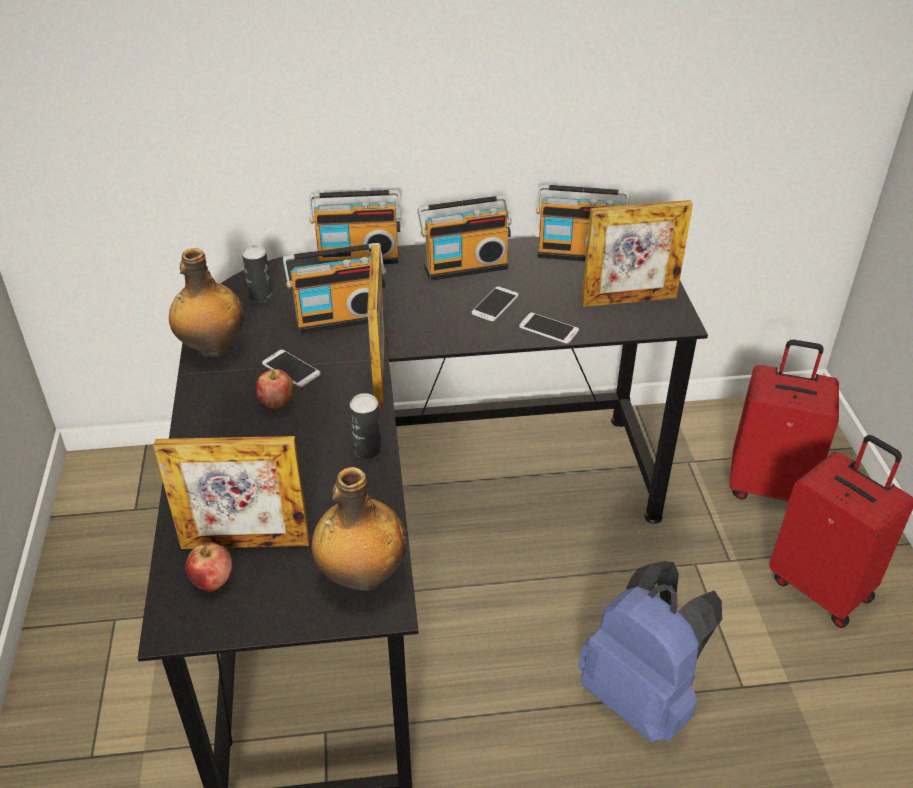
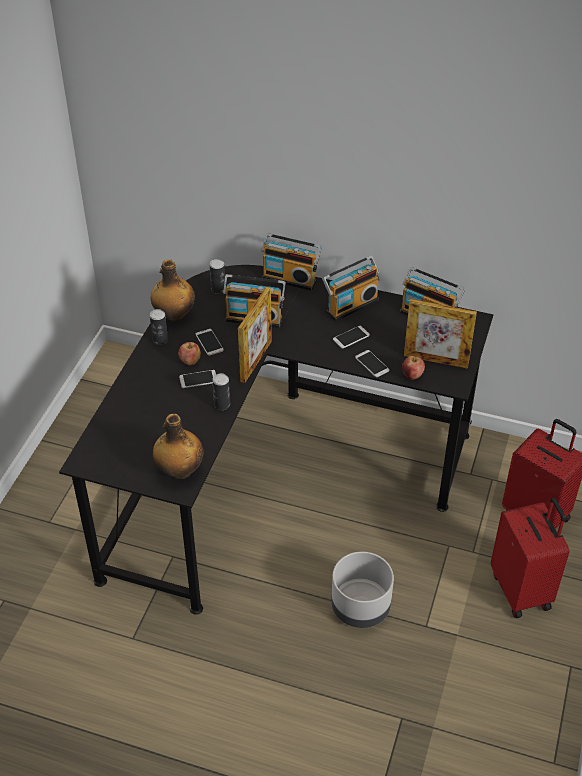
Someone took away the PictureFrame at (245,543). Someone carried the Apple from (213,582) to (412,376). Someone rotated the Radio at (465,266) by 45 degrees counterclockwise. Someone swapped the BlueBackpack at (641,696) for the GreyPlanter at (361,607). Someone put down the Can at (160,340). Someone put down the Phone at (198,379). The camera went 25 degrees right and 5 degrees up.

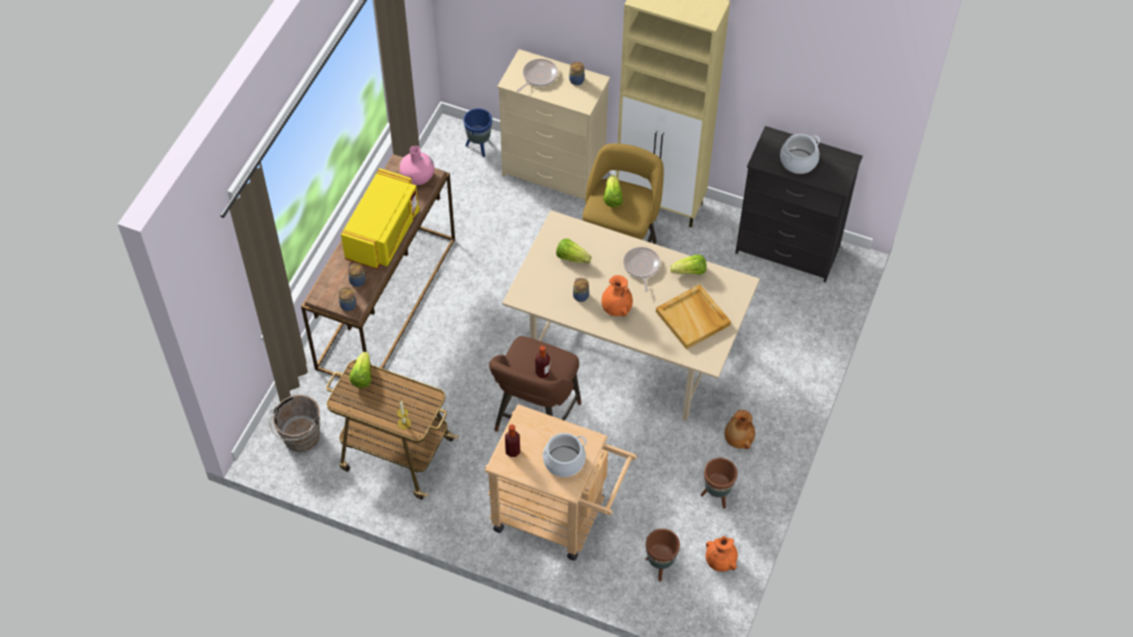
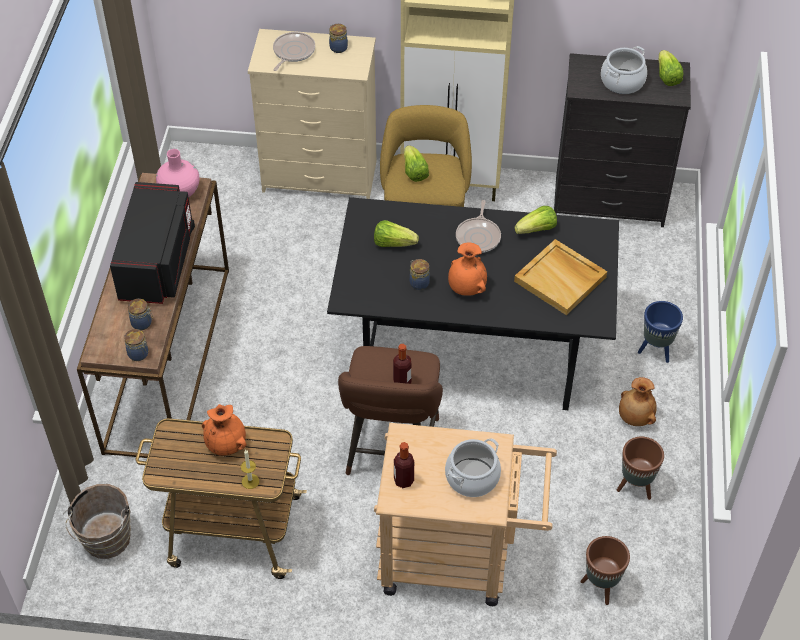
Someone repainted the YellowMicrowave at (383,234), which became the BlackMicrowave at (157,263). Someone carried the Lettuce from (362,376) to (667,76). Someone carried the BluePlanter from (479,147) to (655,350). Someone repainted the BeigeDiningTable at (629,350), which became the BlackDiningTable at (473,347). Someone rotated the FryingPan at (641,267) by 150 degrees counterclockwise. Someone carried the OrangeVase from (720,561) to (226,444). The camera went 15 degrees left and 5 degrees down.

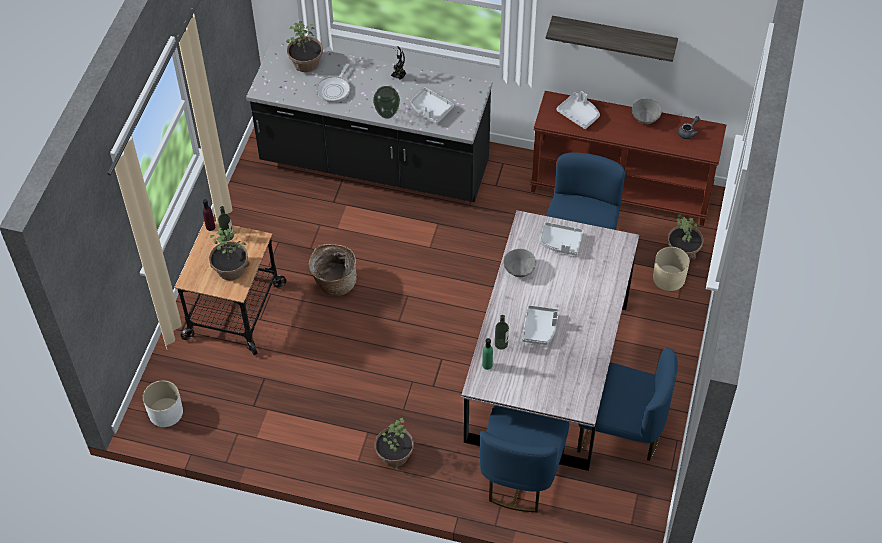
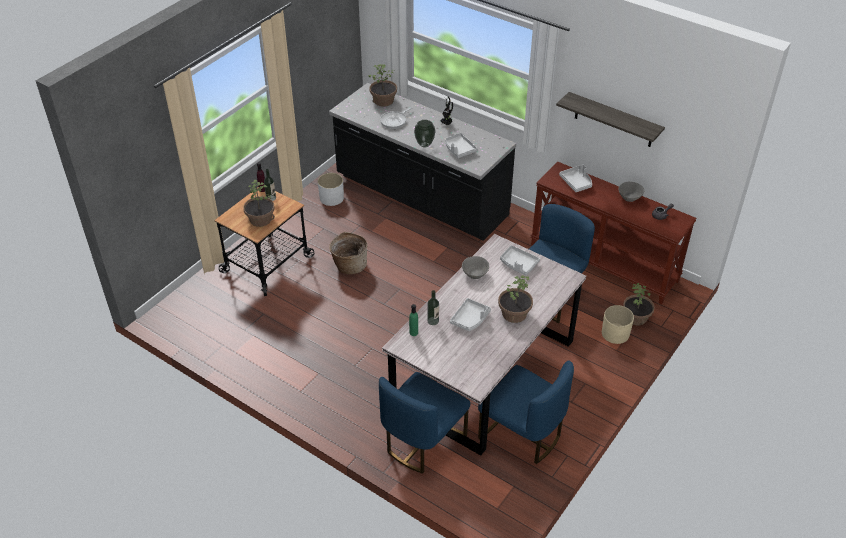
Someone carried the WhitePlanter from (166,412) to (332,198). Someone carried the PottedPlant from (394,454) to (514,313). The camera went 20 degrees right and 10 degrees down.

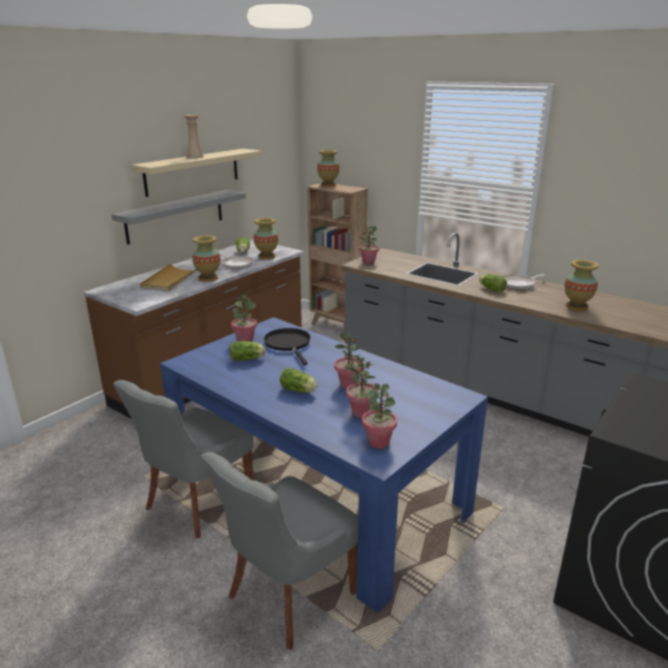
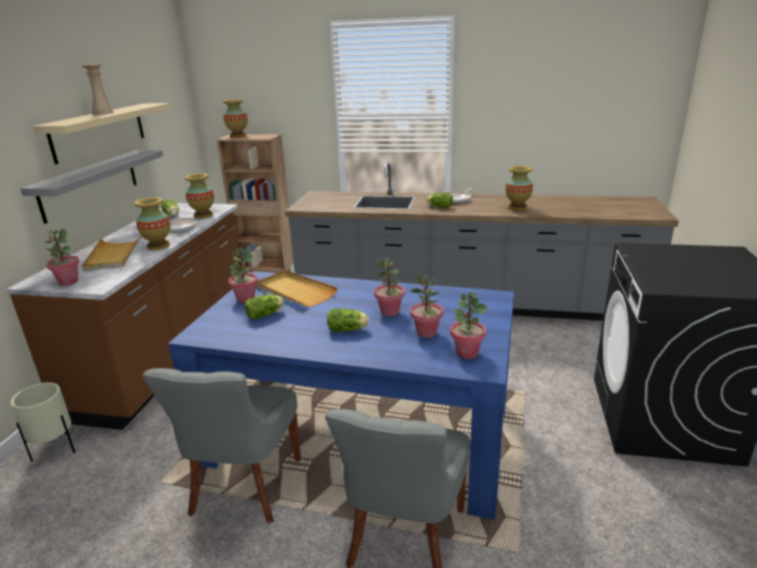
Someone swapped the BlackFryingPan at (288,344) for the BeigeTray at (295,291). Someone carried the PottedPlant from (368,262) to (68,282). Someone put down the BeigePlanter at (56,450). The camera went 25 degrees left and 0 degrees up.

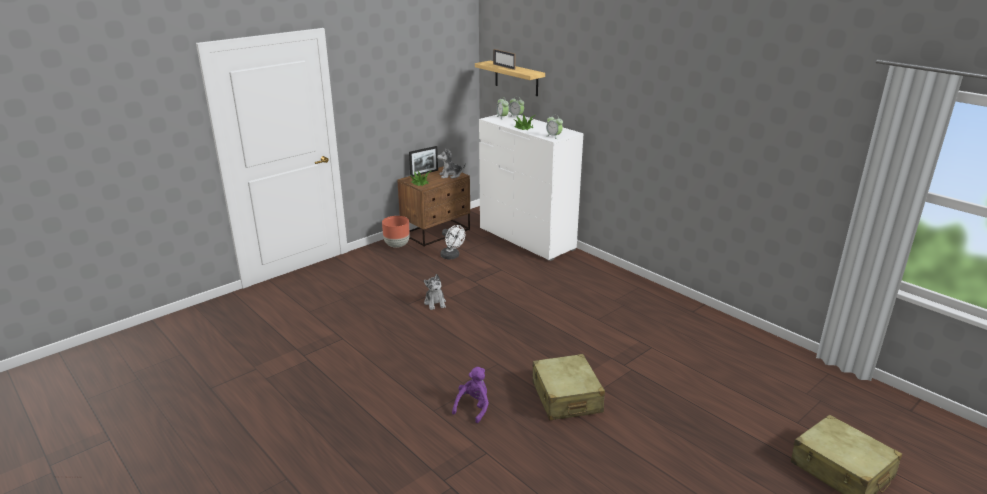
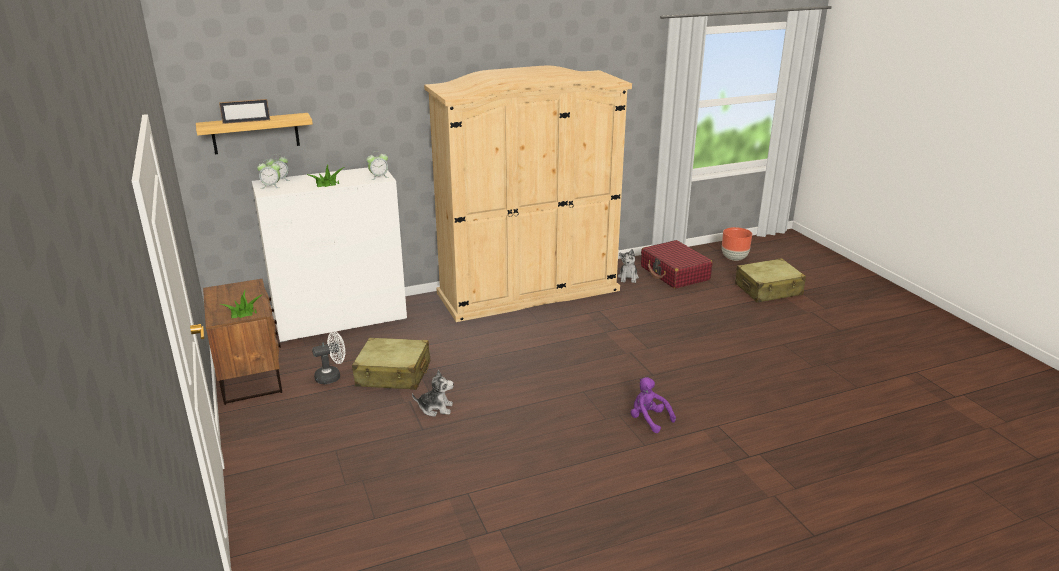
Someone carried the BrownPlanter from (397,245) to (734,258). Someone took away the PictureFrame at (424,173). Someone carried the PlushToy from (450,175) to (628,277). Someone carried the BeigeSuitcase from (566,397) to (393,374). Someone put down the BeigeWardrobe at (528,292). Someone put down the RedSuitcase at (674,273). The camera went 70 degrees left and 0 degrees up.

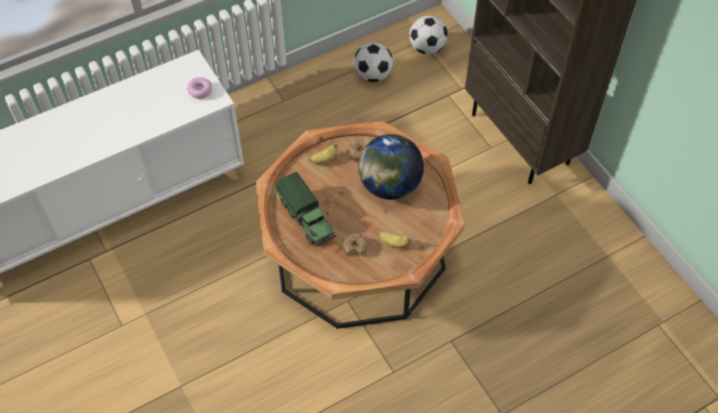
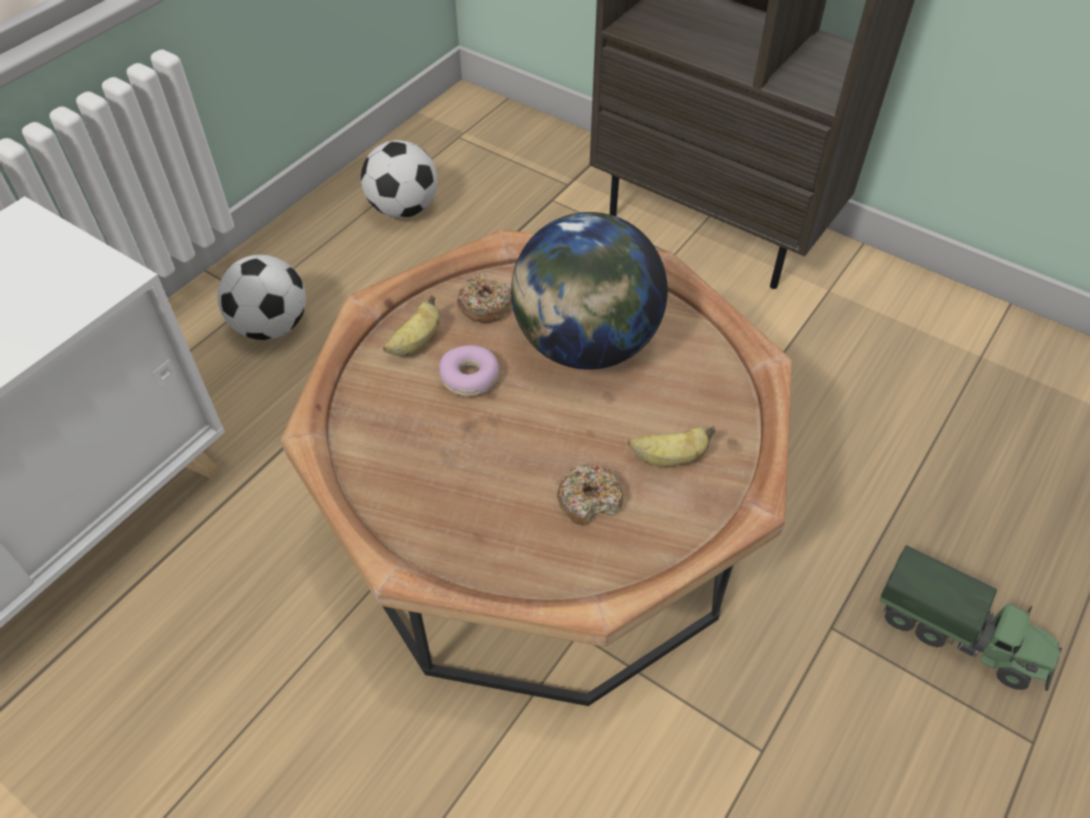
Someone carried the Donut from (200,91) to (470,378). Someone carried the ToyTruck from (307,219) to (959,635). Someone carried the Football from (427,48) to (271,326). The camera went 25 degrees left and 5 degrees down.

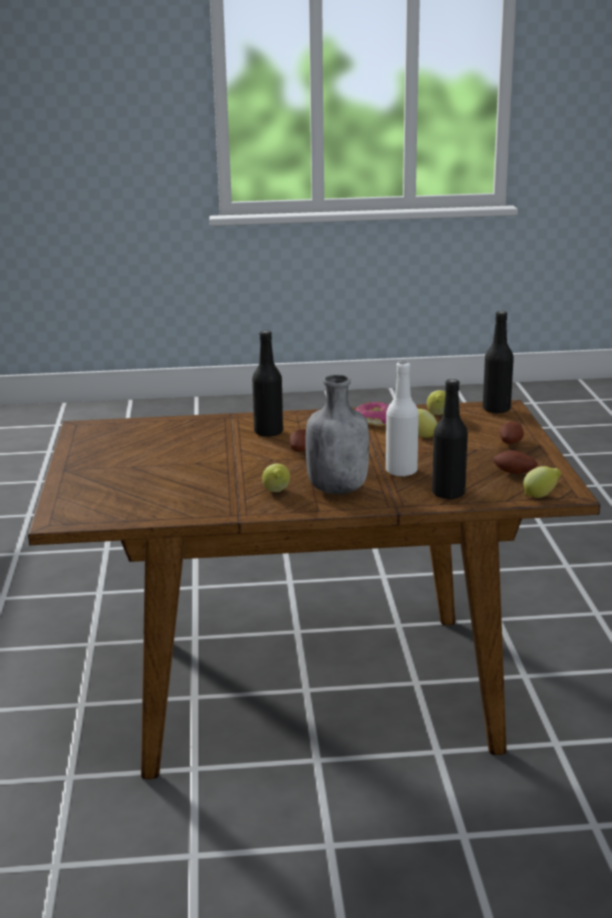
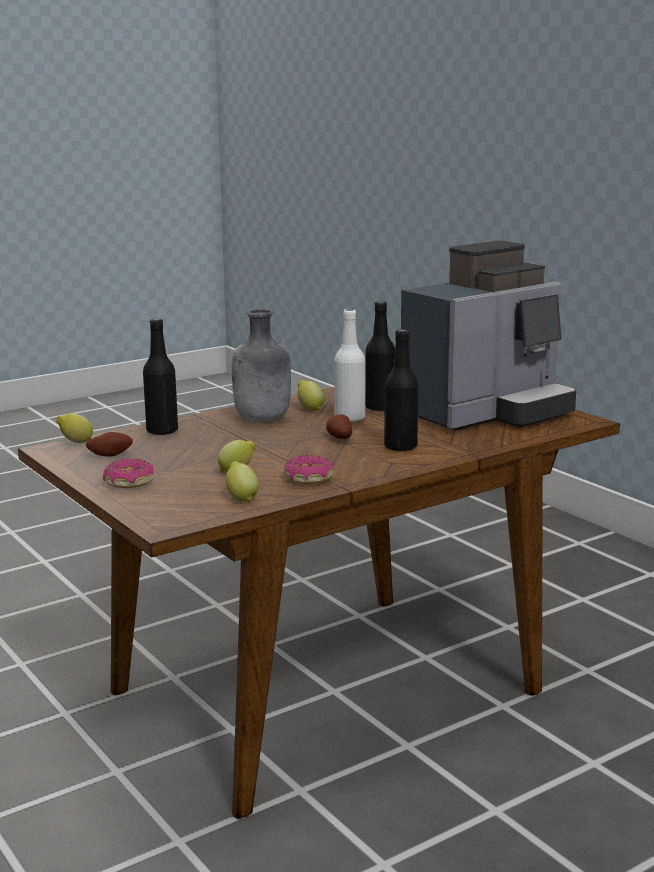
Someone carried the WhiteBottle from (401,471) to (349,418). Someone carried the BlackBottle from (496,409) to (380,407). Someone swapped the Potato at (512,443) for the Donut at (129,482). Someone put down the CoffeeMachine at (488,413). The camera went 150 degrees right and 5 degrees down.

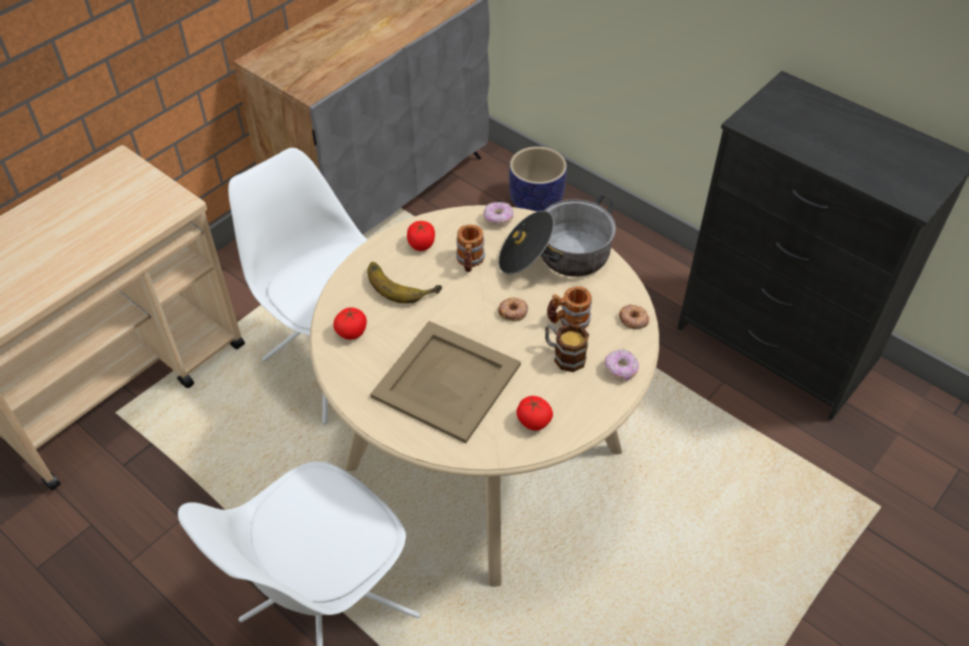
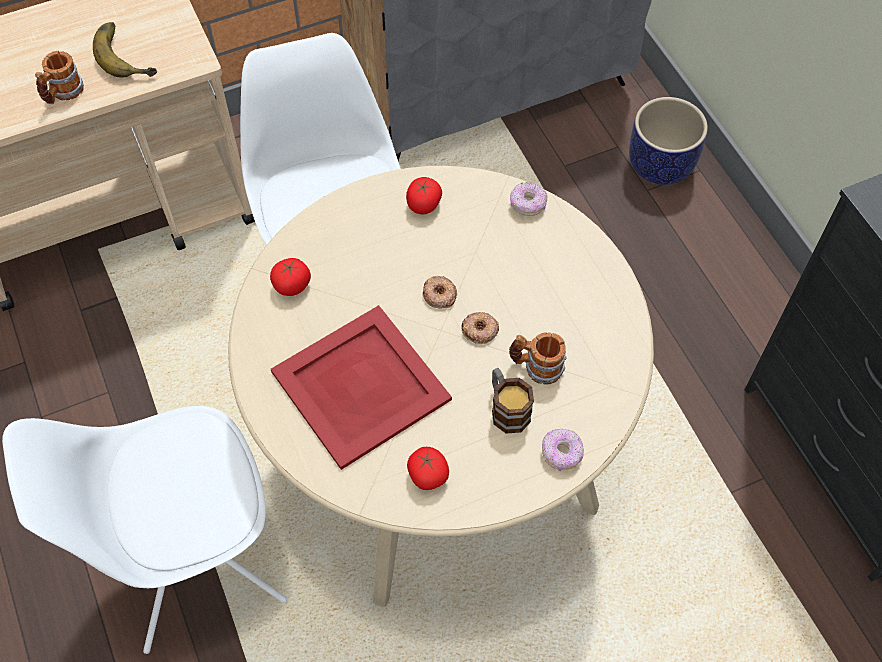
Someone carried the Banana from (402,282) to (128,53). Someone repainted the BeigeTray at (445,381), which became the RedTray at (359,385). Someone carried the Mug from (469,262) to (63,93). Someone took away the CookingPot at (556,257). Someone carried the Donut from (633,319) to (439,295). The camera went 25 degrees right and 10 degrees up.

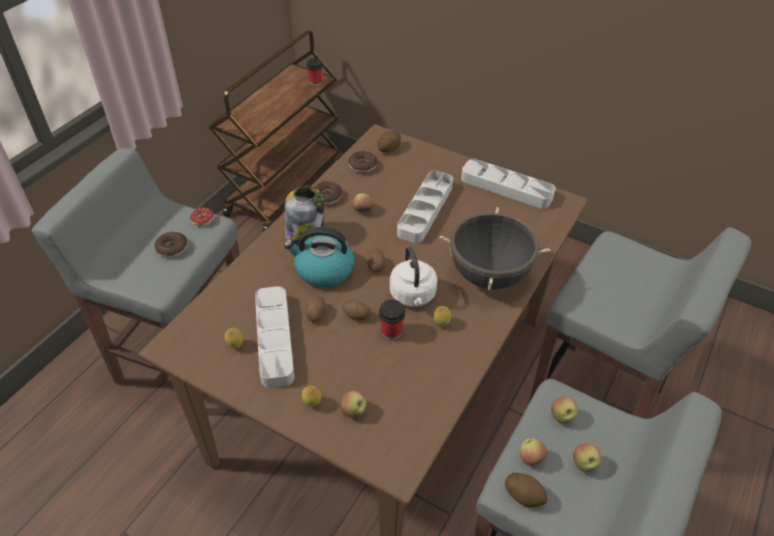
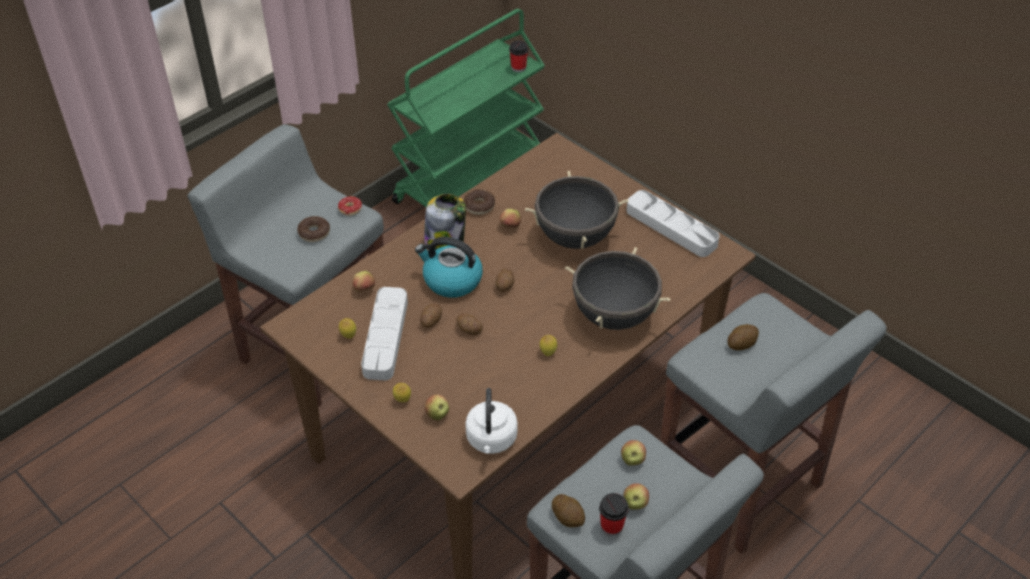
Someone repainted the BrownCart at (285,187), which became the GreenCart at (469,180). Someone took away the Donut at (362,166). Someone carried the Potato from (389,148) to (741,343). Someone carried the Cup from (391,332) to (611,526). Someone carried the WhiteKettle from (413,296) to (491,440). Someone swapped the GreyTray at (425,210) for the BlackCookingPot at (575,237). Someone carried the Apple from (530,459) to (364,290). The camera went 15 degrees right and 0 degrees up.

